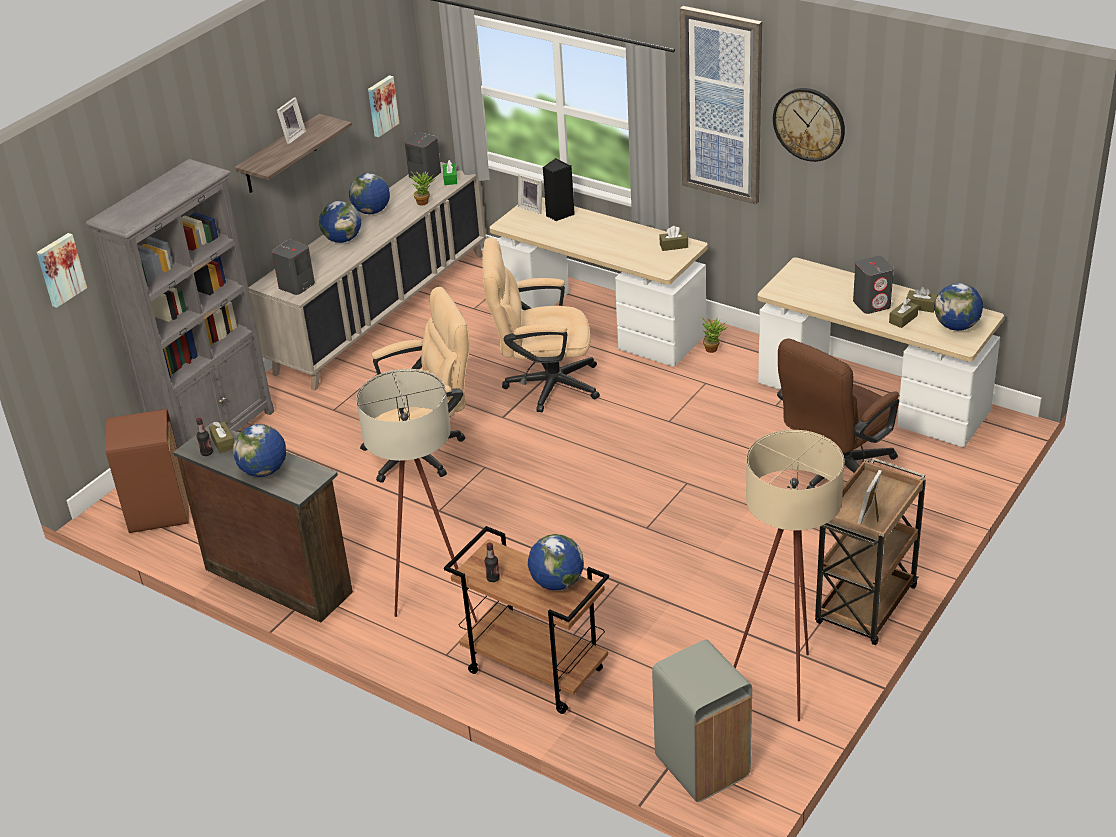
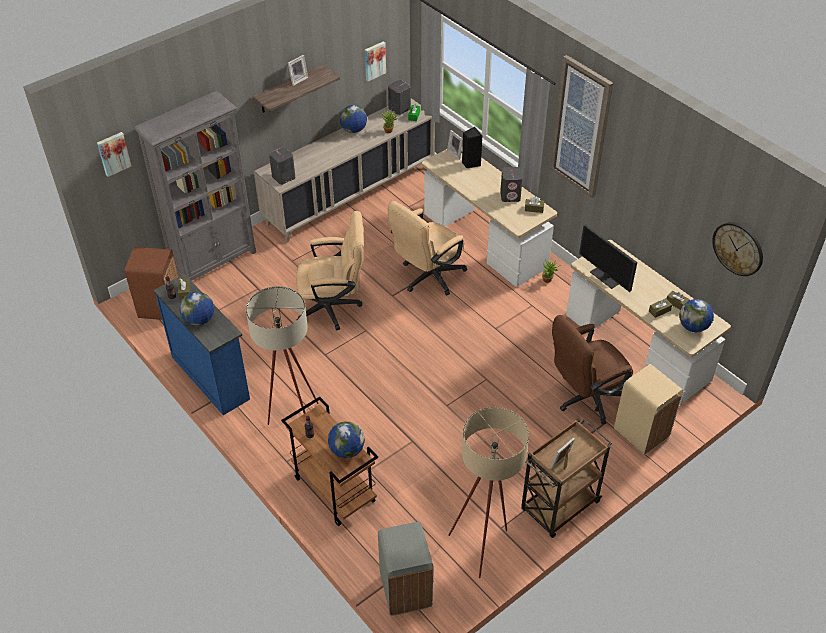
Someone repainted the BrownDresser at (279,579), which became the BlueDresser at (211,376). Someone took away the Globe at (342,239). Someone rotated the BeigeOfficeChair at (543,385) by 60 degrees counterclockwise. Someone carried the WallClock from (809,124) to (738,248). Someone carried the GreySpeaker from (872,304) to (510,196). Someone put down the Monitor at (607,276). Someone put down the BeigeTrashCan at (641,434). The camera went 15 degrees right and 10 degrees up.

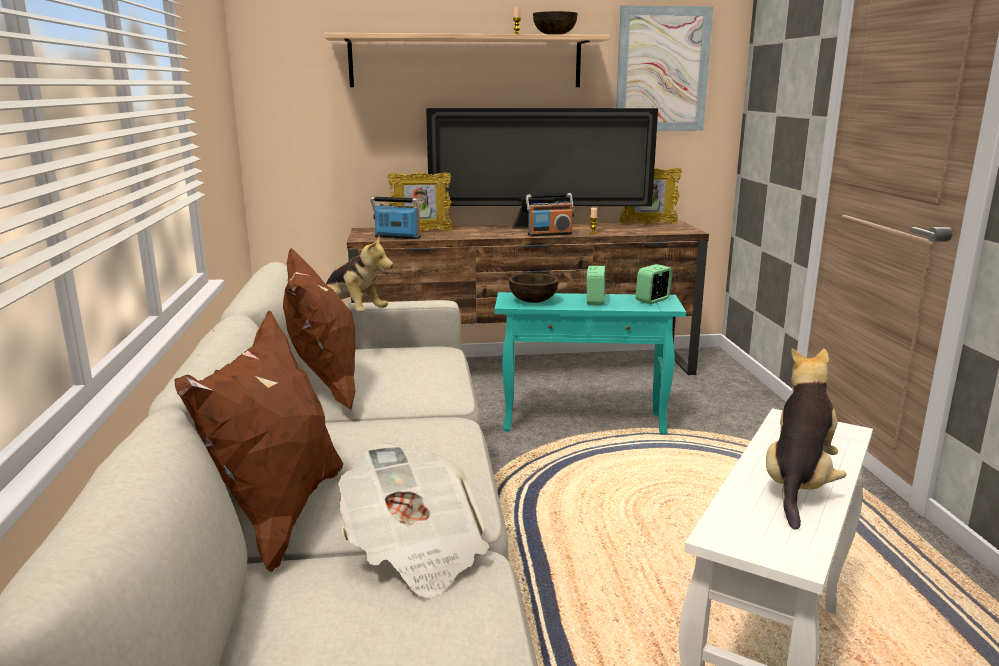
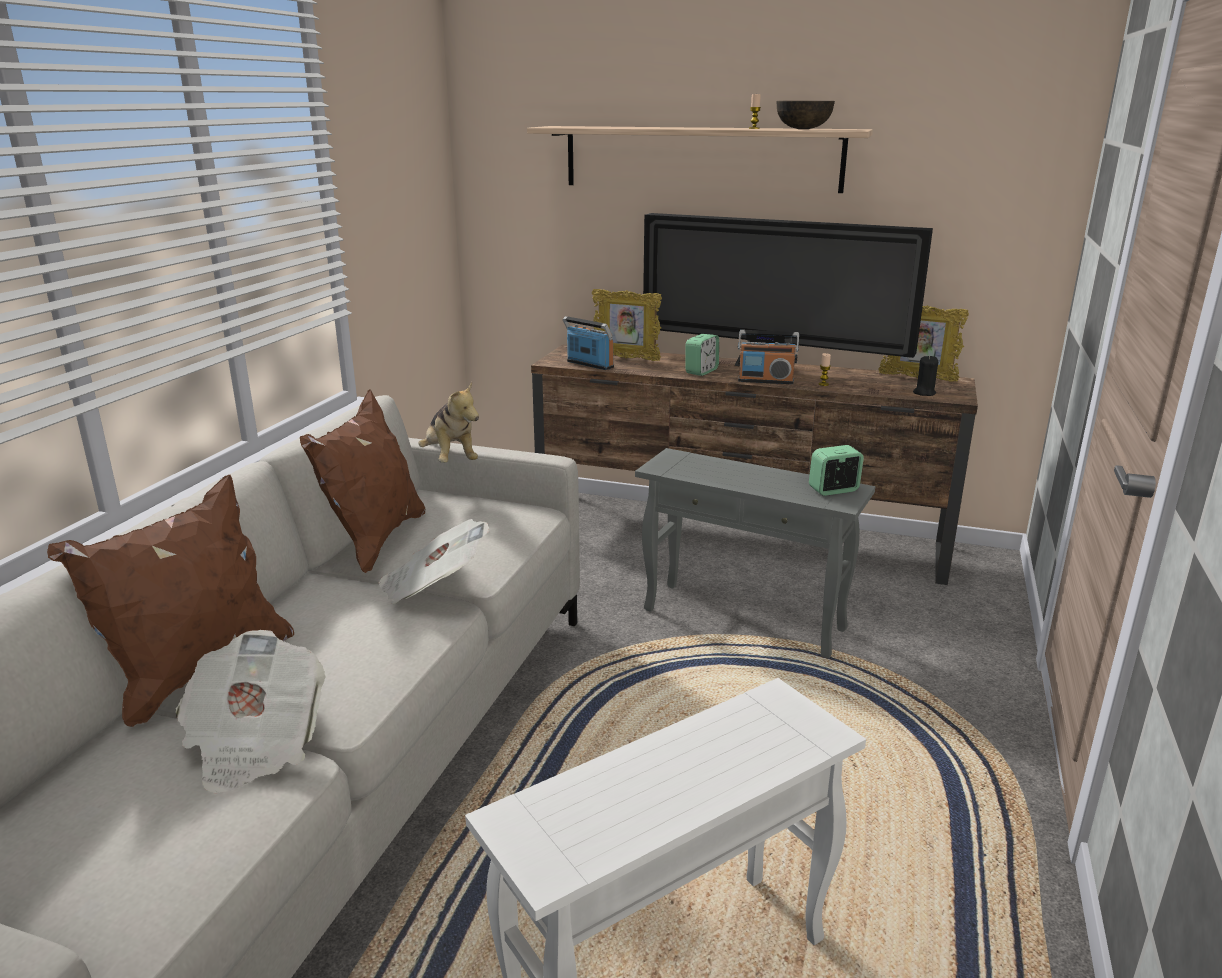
Someone repainted the TurquoiseSideTable at (583,422), which became the GreySideTable at (743,619). Someone took away the BrownBowl at (533,301). Someone carried the AlarmClock from (595,301) to (701,371). Someone took away the Picture at (662,70). Someone took away the PlushToy at (798,484). Someone put down the Newspaper at (433,587). Someone put down the BlackCandle at (924,393). The camera went 25 degrees right and 5 degrees up.

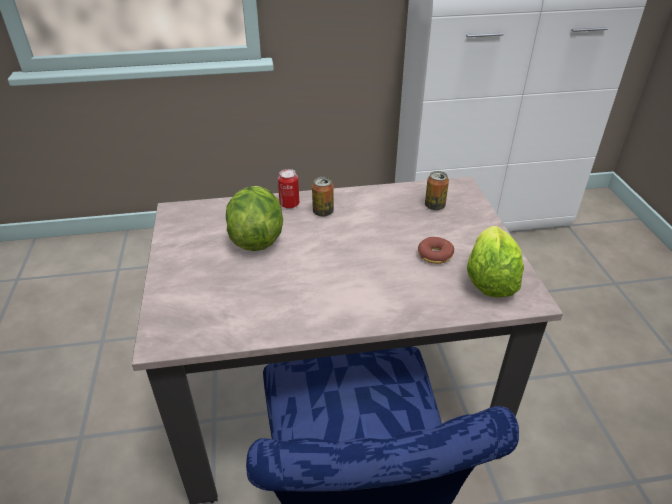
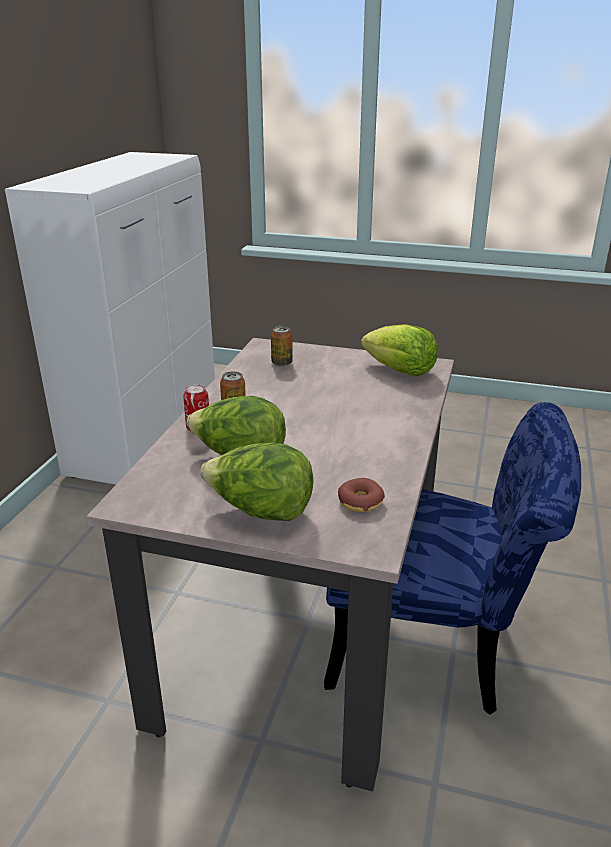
Someone carried the Donut from (434,255) to (360,502). Someone put down the Lettuce at (260,512). The camera went 65 degrees left and 10 degrees down.

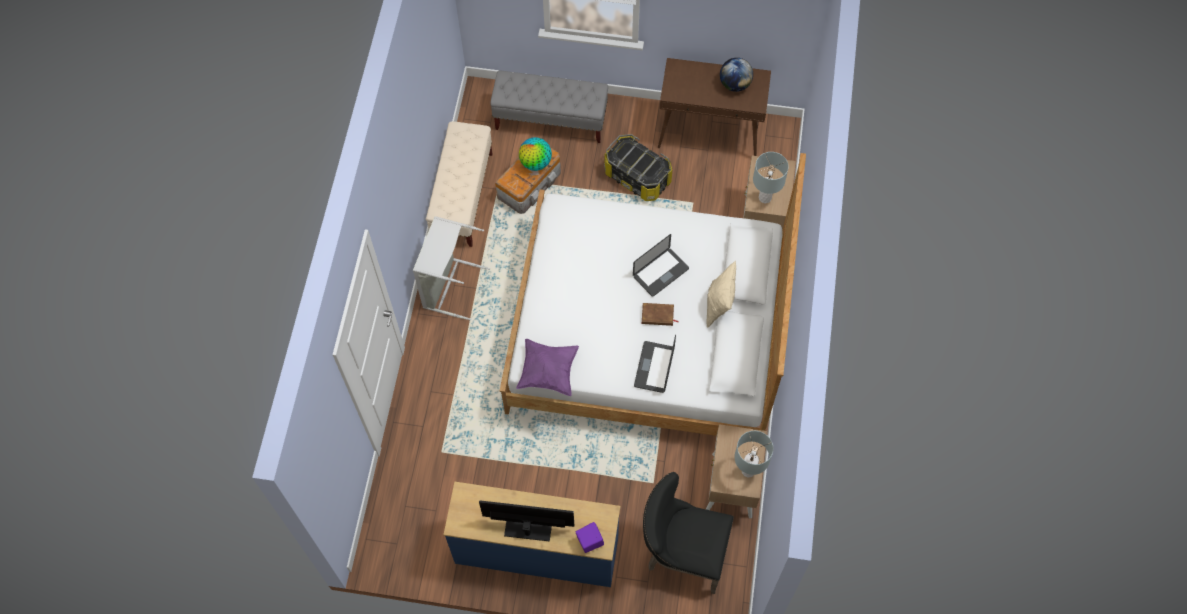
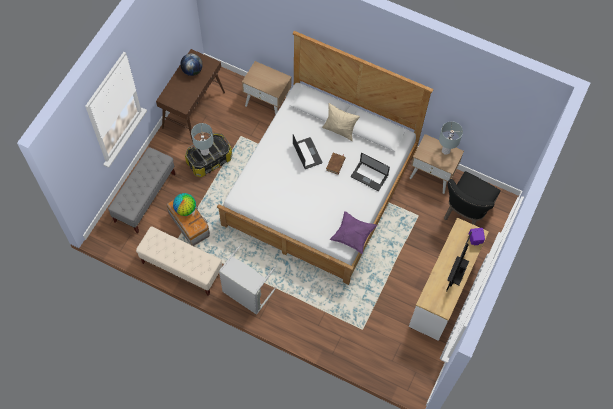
Someone repainted the BlueDresser at (536,551), which became the WhiteDresser at (443,291). Someone carried the GreyTableLamp from (765,198) to (205,152). The camera went 75 degrees left and 0 degrees up.

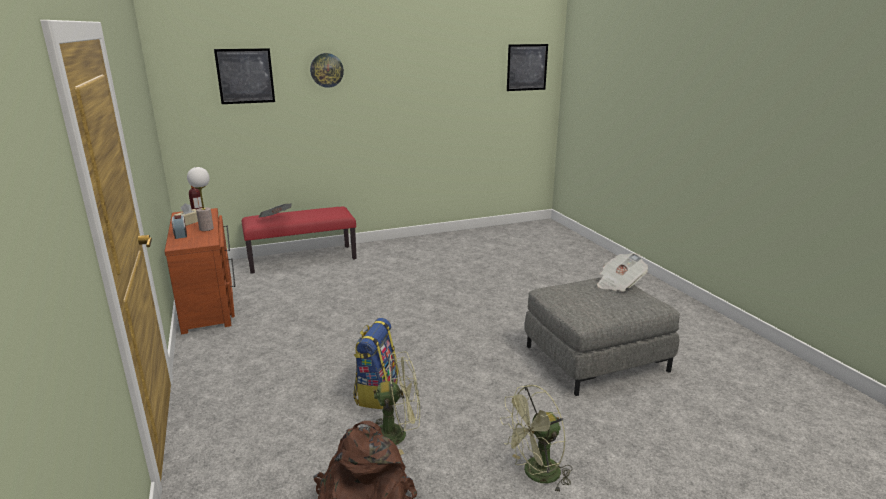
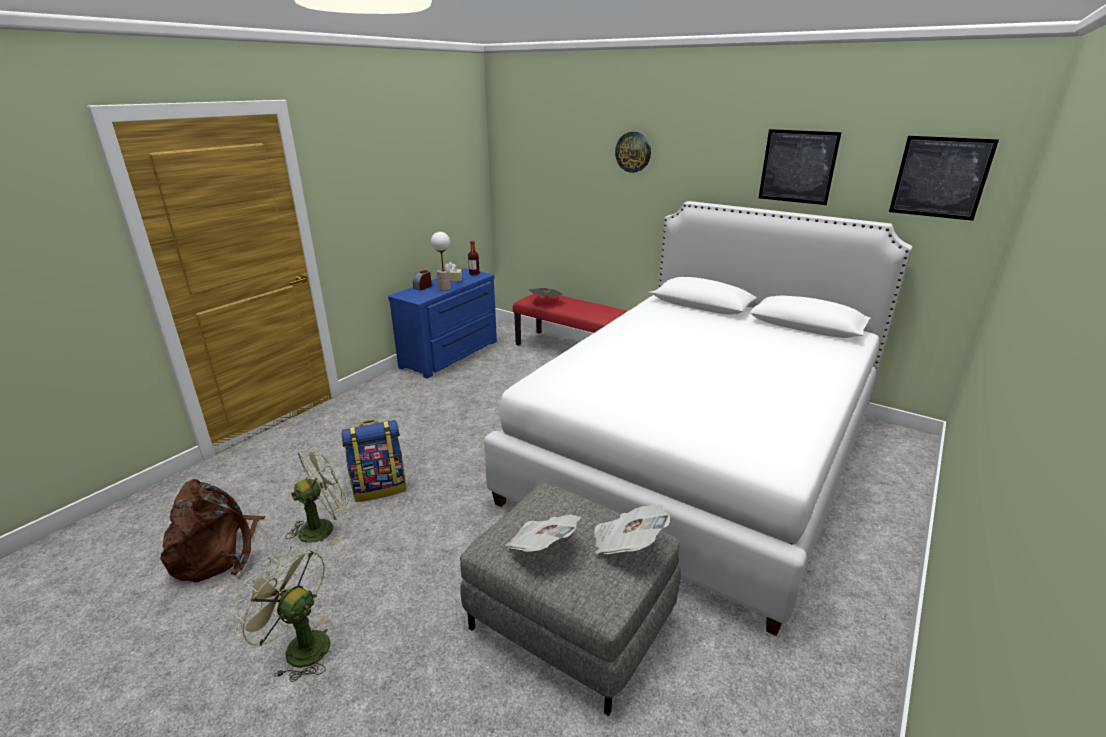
Someone repainted the BrownDresser at (210,303), which became the BlueDresser at (452,355). Someone carried the Picture from (245,76) to (798,166). Someone rotated the GreenFan at (397,434) by 90 degrees counterclockwise. Someone put down the WhiteBed at (697,456). Someone put down the Newspaper at (542,546). The camera went 55 degrees right and 5 degrees up.

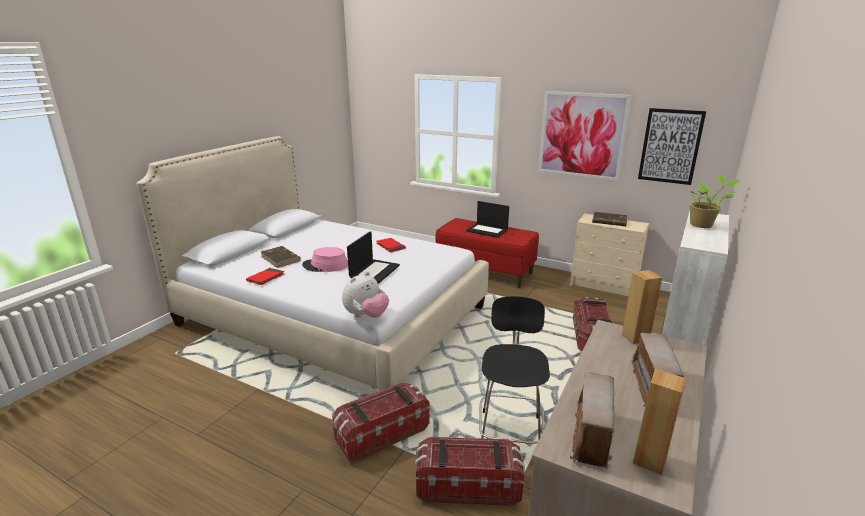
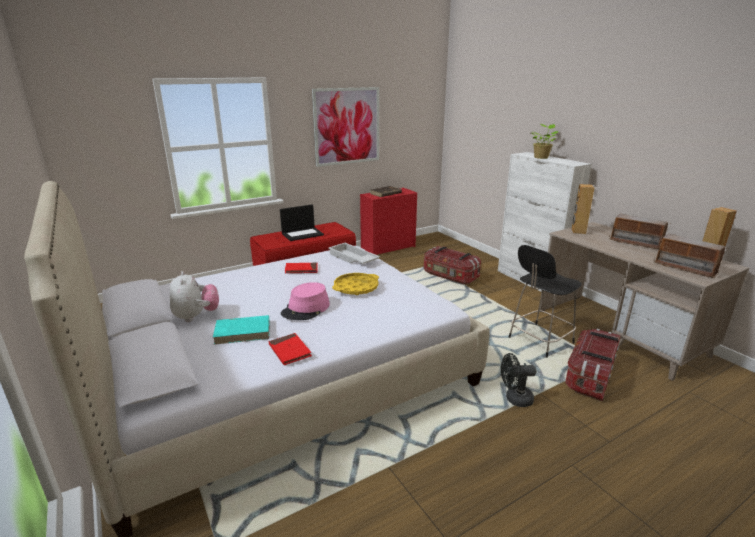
Someone repainted the BrownBook at (281,259), which became the TurquoiseBook at (243,332). Someone swapped the StorageBox at (381,434) for the BlackFan at (514,399). Someone carried the PlushToy from (366,316) to (196,316). Someone swapped the Laptop at (374,271) for the YellowTray at (356,288). Someone rotated the BlackChair at (510,432) by 75 degrees counterclockwise. Someone repainted the BeigeDresser at (604,286), which became the RedDresser at (388,247). Someone took away the Picture at (670,146). Someone put down the WhiteTray at (352,258). The camera went 60 degrees left and 0 degrees up.

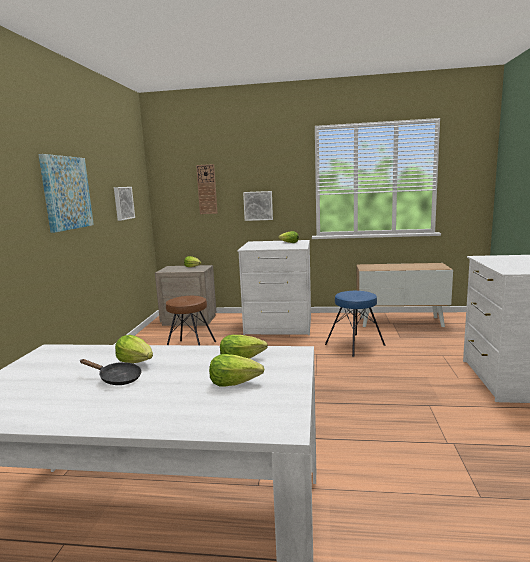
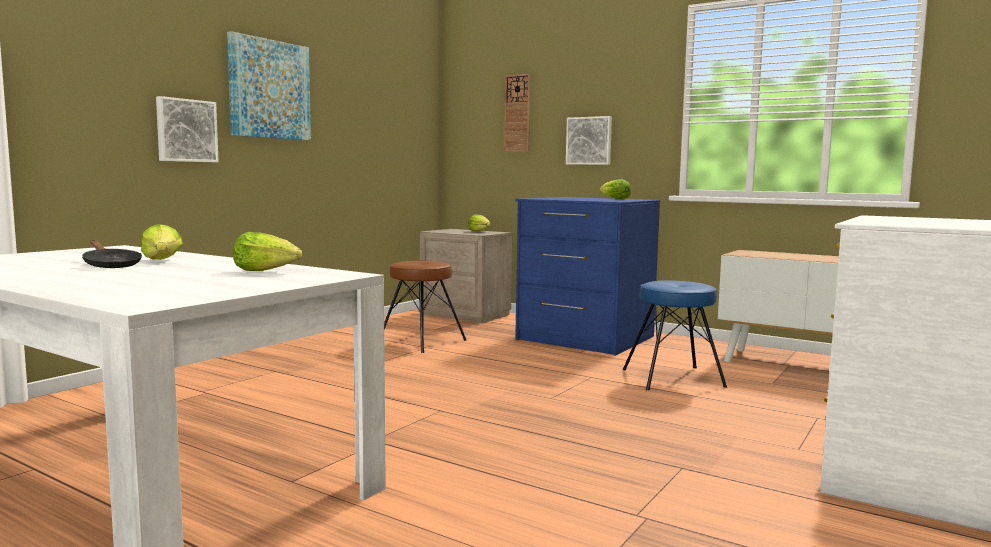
Someone carried the Picture from (123,203) to (186,130). Someone took away the Lettuce at (235,383). Someone repainted the WhiteDresser at (278,325), which became the BlueDresser at (584,338). The camera went 25 degrees right and 5 degrees down.

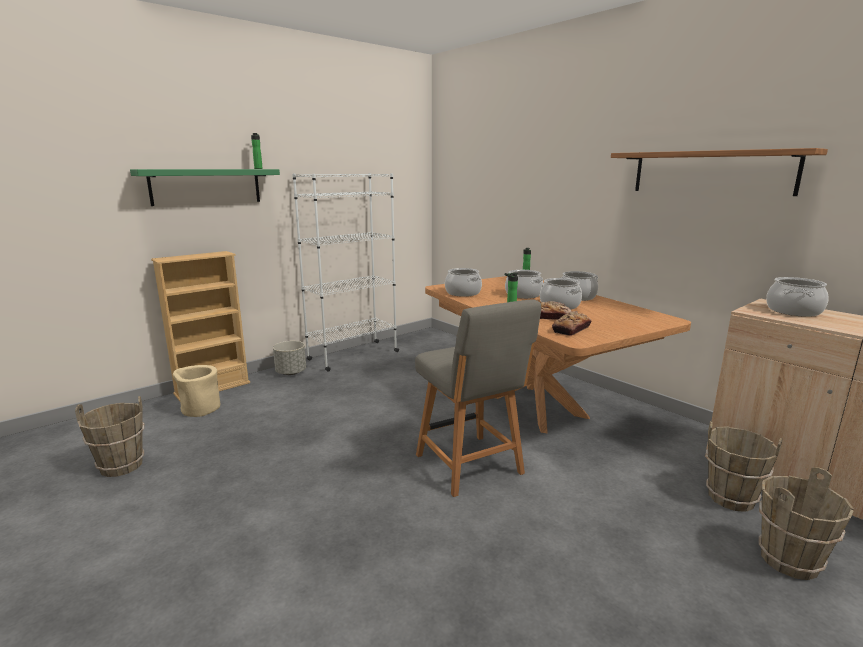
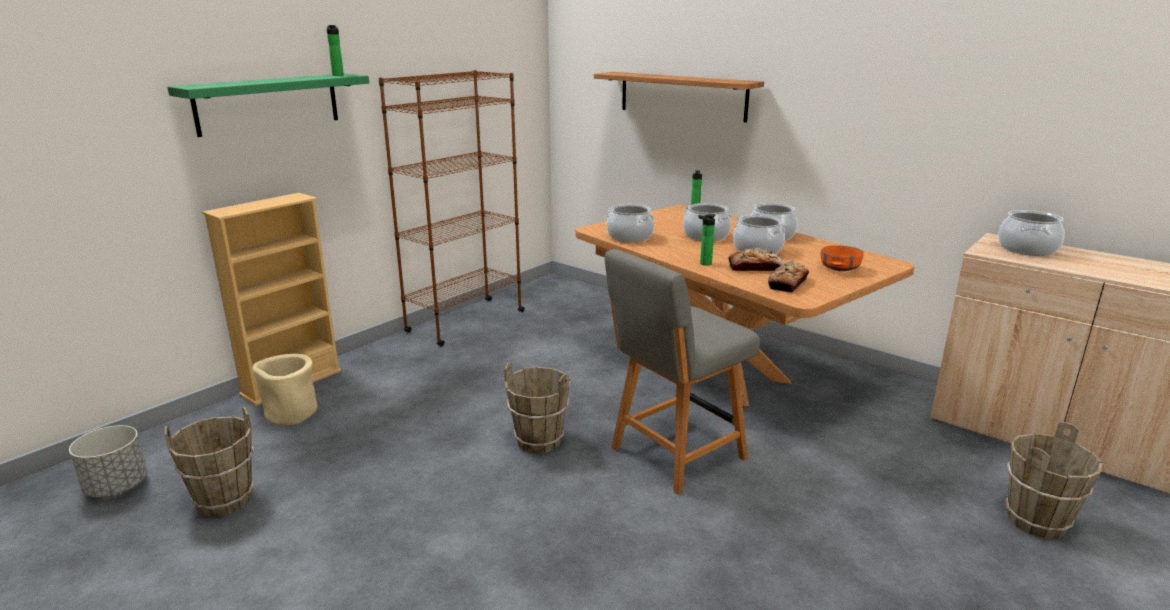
Someone carried the GreyPlanter from (291,372) to (117,486). Someone repainted the WhiteBookcase at (353,356), which became the BrownBookcase at (465,321). Someone rotated the GreyChair at (470,466) by 90 degrees clockwise. Someone carried the Shelf from (710,172) to (682,96). Someone carried the BrownBucket from (730,497) to (539,440). Someone put down the OrangeBowl at (839,269). The camera went 10 degrees left and 5 degrees up.

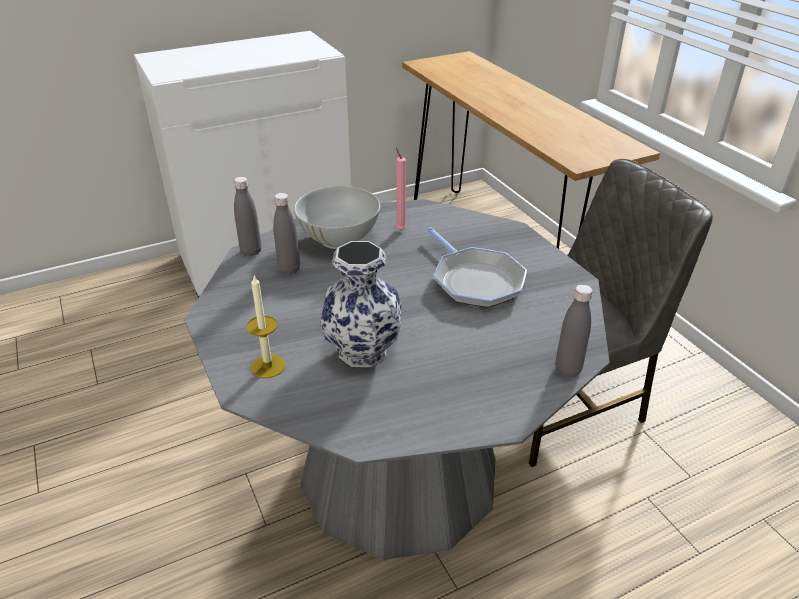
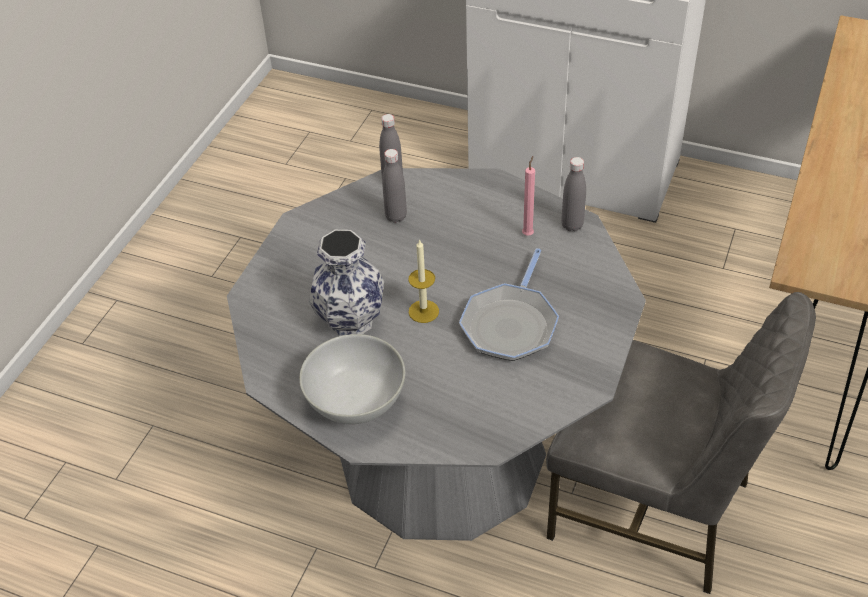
Someone carried the Candle from (268,366) to (423,311). Someone carried the WhiteBowl from (339,238) to (357,403). Someone carried the GreyBottle from (567,370) to (572,225). The camera went 50 degrees right and 10 degrees up.

